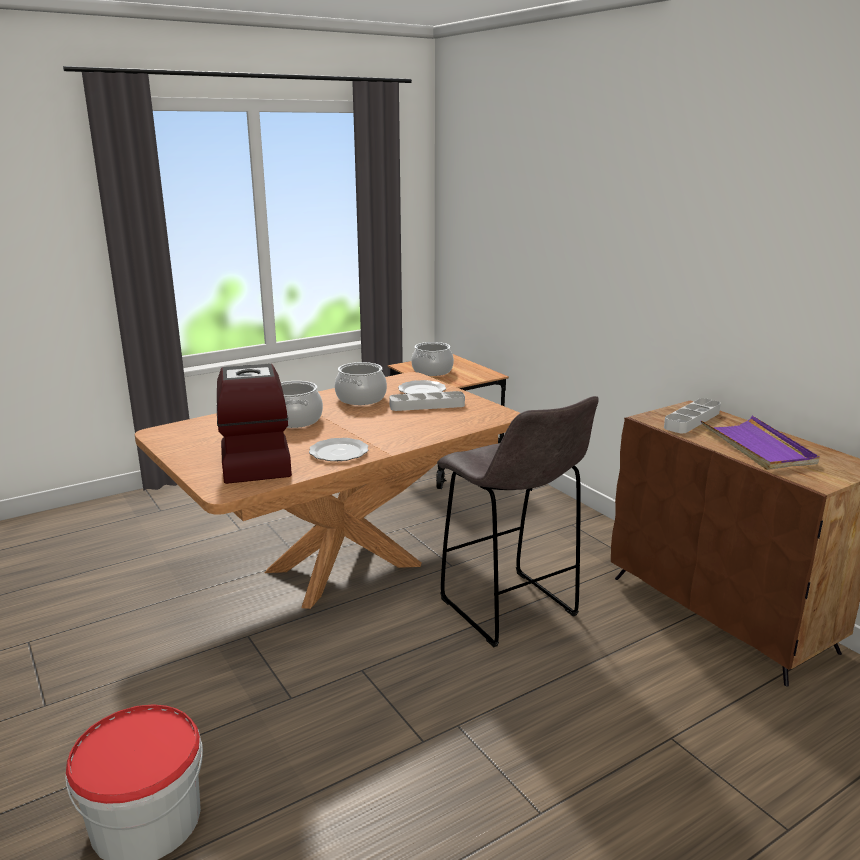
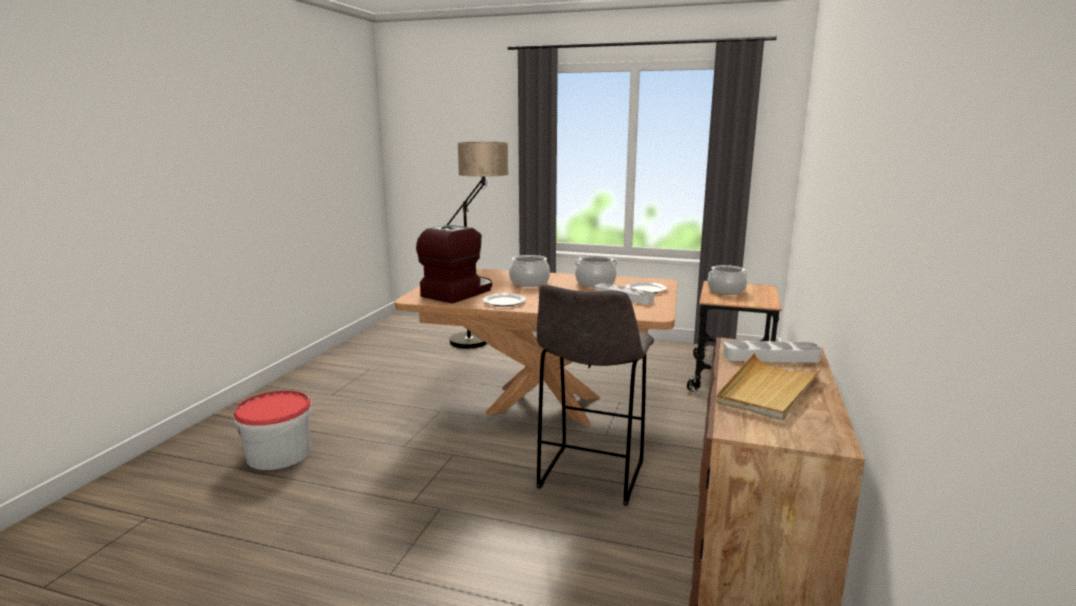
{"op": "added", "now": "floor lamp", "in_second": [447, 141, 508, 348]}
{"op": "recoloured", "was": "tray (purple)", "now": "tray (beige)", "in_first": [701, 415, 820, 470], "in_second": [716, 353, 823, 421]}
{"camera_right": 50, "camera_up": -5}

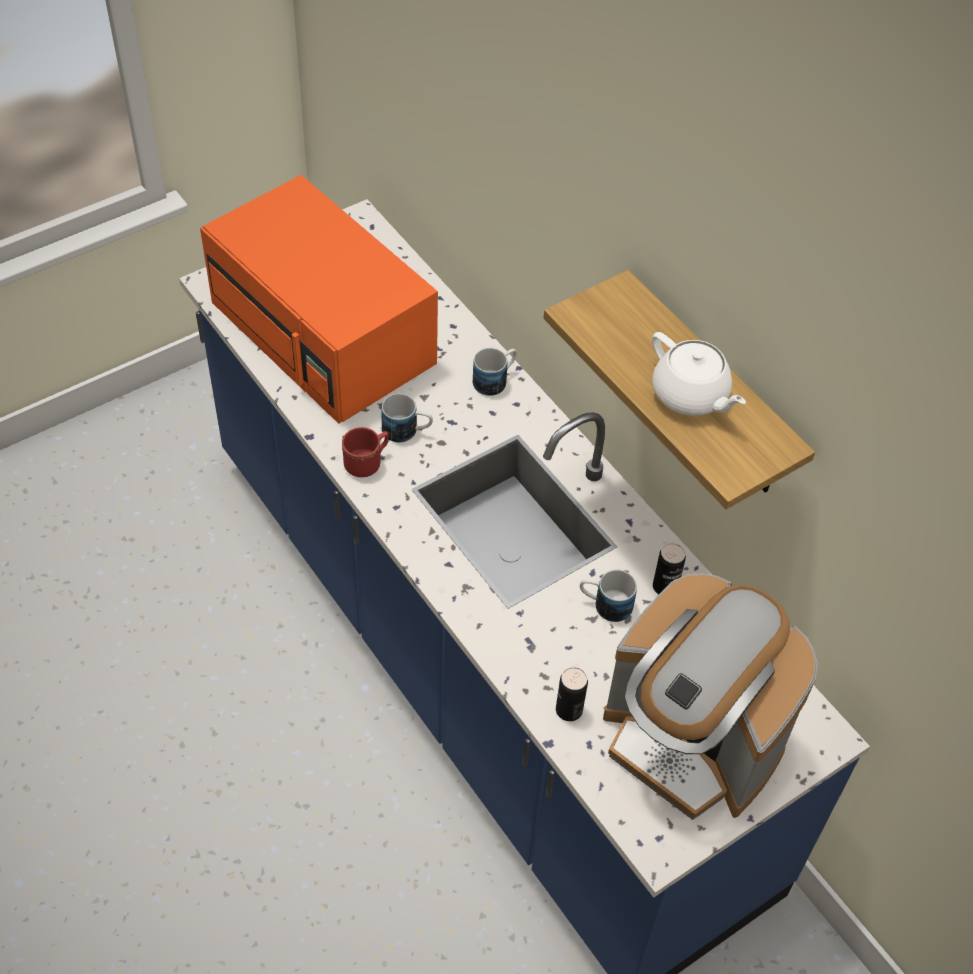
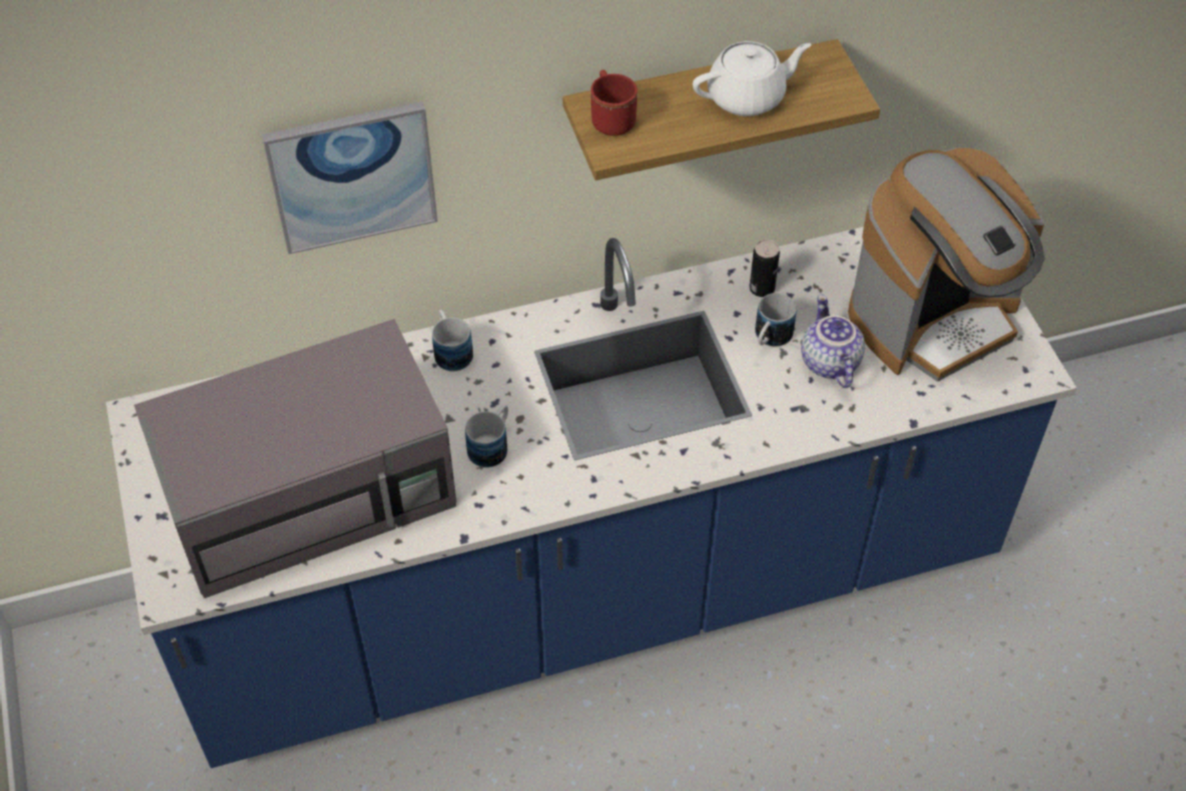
{"op": "recoloured", "was": "microwave (orange)", "now": "microwave (grey)", "in_first": [200, 175, 438, 424], "in_second": [134, 319, 456, 598]}
{"op": "added", "now": "picture", "in_second": [262, 101, 438, 254]}
{"op": "moved", "was": "mug (red)", "in_first": [342, 427, 389, 477], "in_second": [591, 70, 637, 136]}
{"op": "added", "now": "teapot", "in_second": [801, 295, 865, 388]}
{"op": "removed", "was": "can", "in_first": [556, 667, 588, 721]}
{"camera_right": -70, "camera_up": 0}

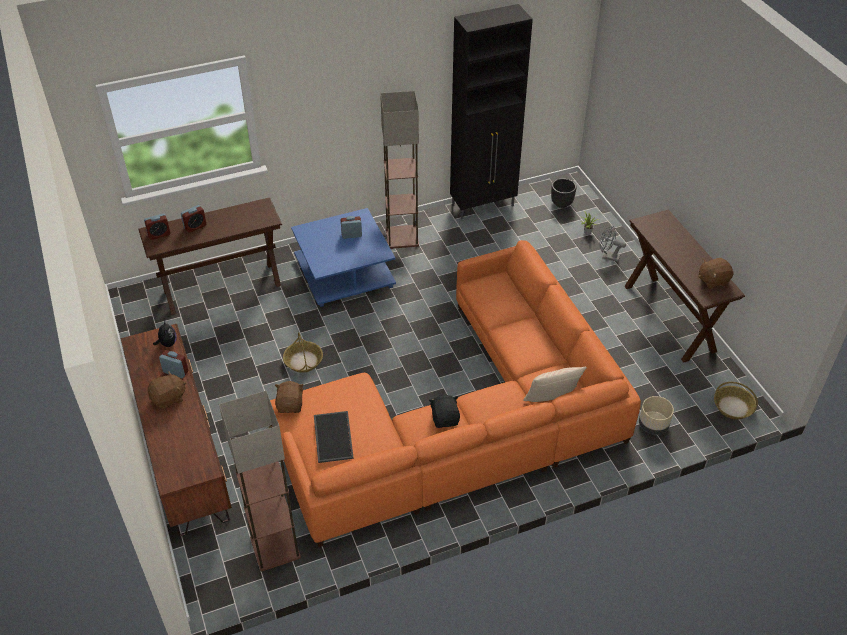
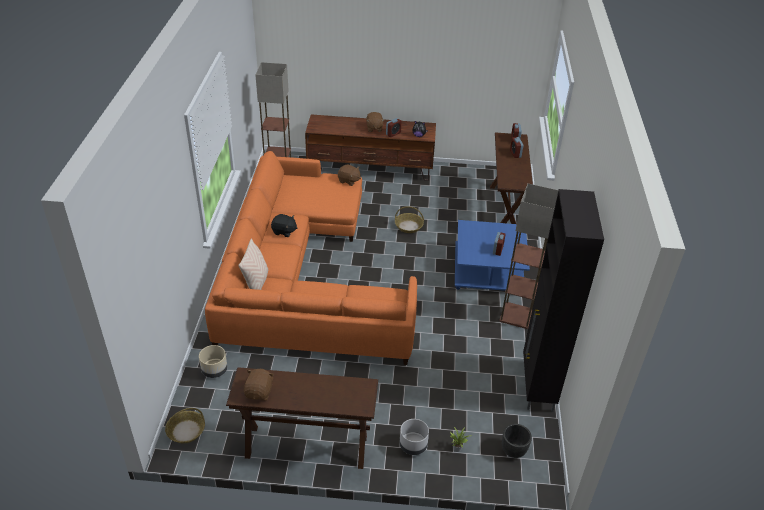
{"op": "replaced", "was": "fan (grey)", "now": "planter (grey)", "in_first": [600, 226, 626, 262], "in_second": [400, 419, 429, 455]}
{"op": "removed", "was": "tray", "in_first": [314, 411, 354, 463]}
{"camera_right": 115, "camera_up": -5}

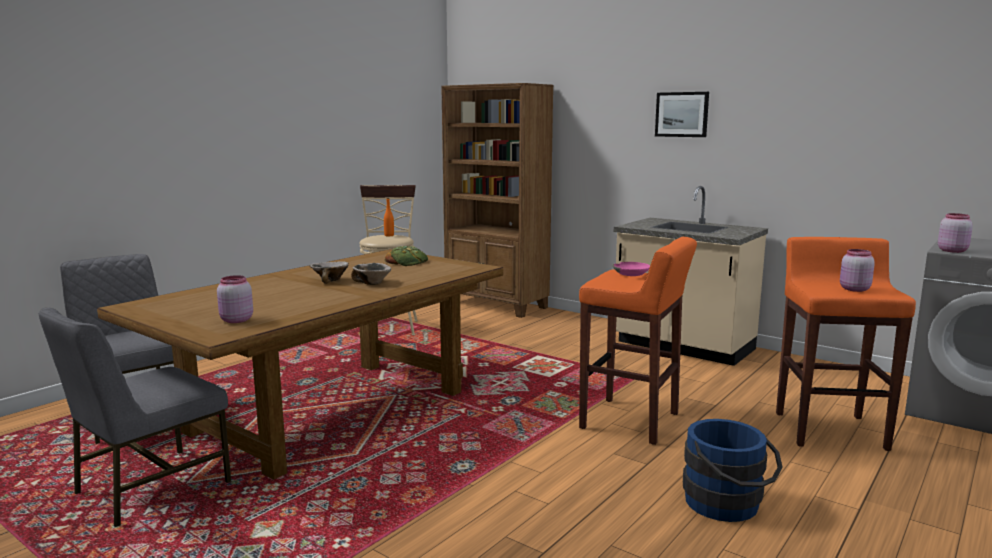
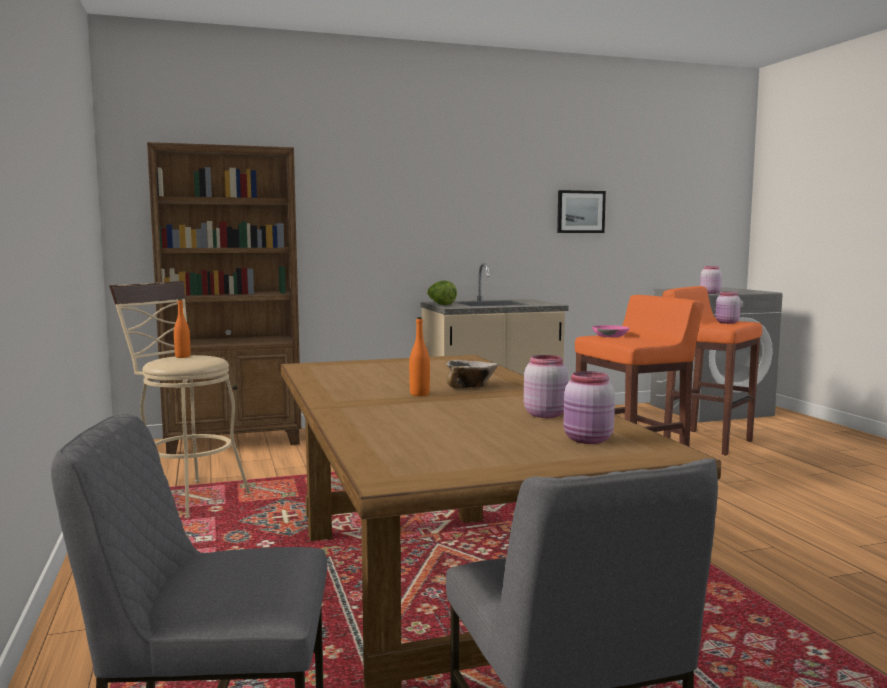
{"op": "replaced", "was": "bowl", "now": "bottle (orange)", "in_first": [309, 261, 349, 284], "in_second": [409, 317, 430, 396]}
{"op": "added", "now": "lettuce", "in_second": [427, 280, 457, 305]}
{"op": "added", "now": "jar (pink)", "in_second": [524, 355, 568, 418]}
{"op": "moved", "was": "picture", "in_first": [655, 92, 709, 137], "in_second": [557, 190, 606, 233]}
{"op": "removed", "was": "bread", "in_first": [385, 246, 428, 266]}
{"op": "removed", "was": "bucket (blue)", "in_first": [683, 419, 783, 522]}
{"camera_right": -55, "camera_up": -5}

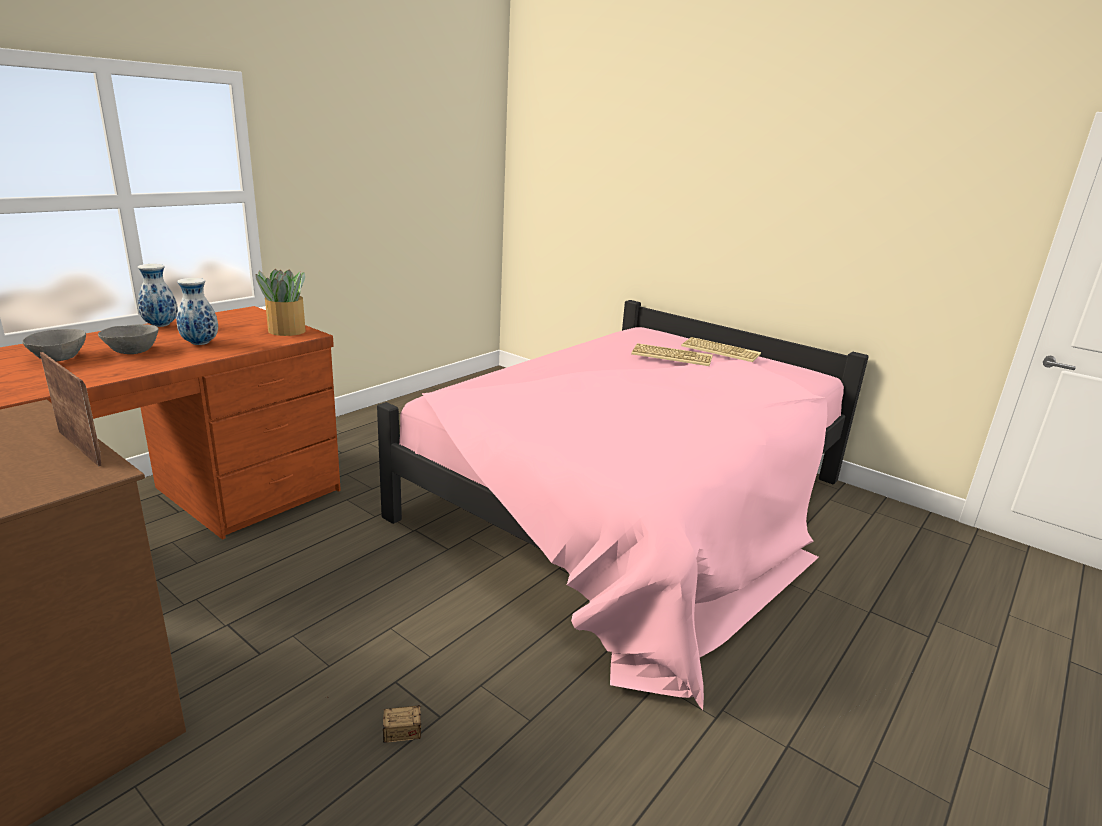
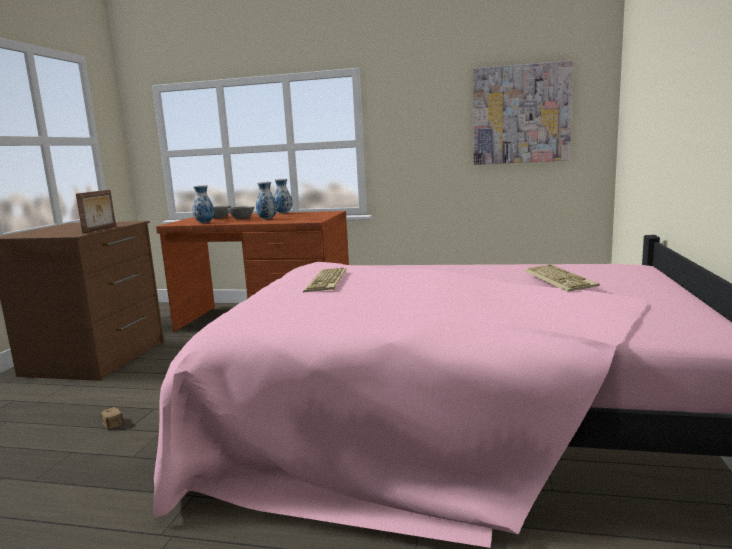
{"op": "added", "now": "vase", "in_second": [192, 185, 214, 223]}
{"op": "moved", "was": "keyboard", "in_first": [681, 337, 761, 362], "in_second": [303, 267, 346, 292]}
{"op": "added", "now": "picture", "in_second": [473, 60, 573, 165]}
{"op": "removed", "was": "potted plant", "in_first": [255, 269, 306, 336]}
{"camera_right": 65, "camera_up": -10}

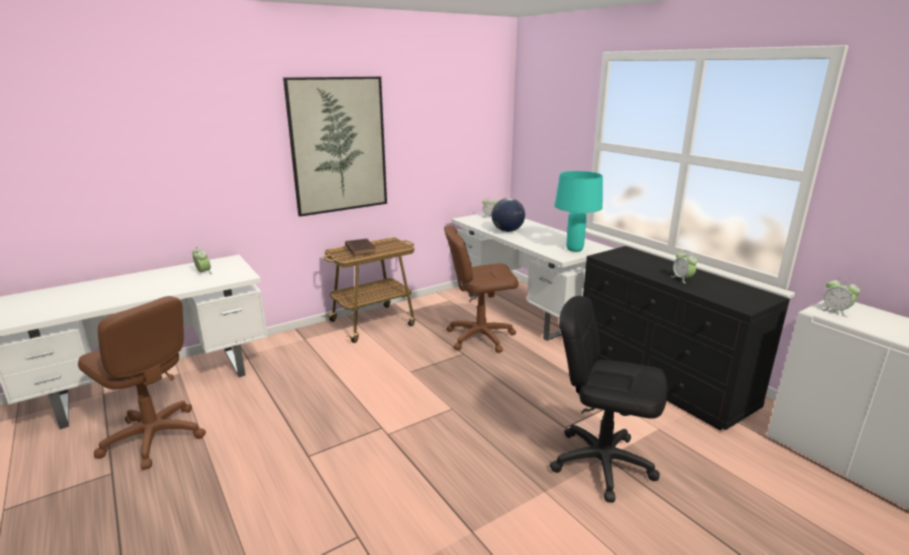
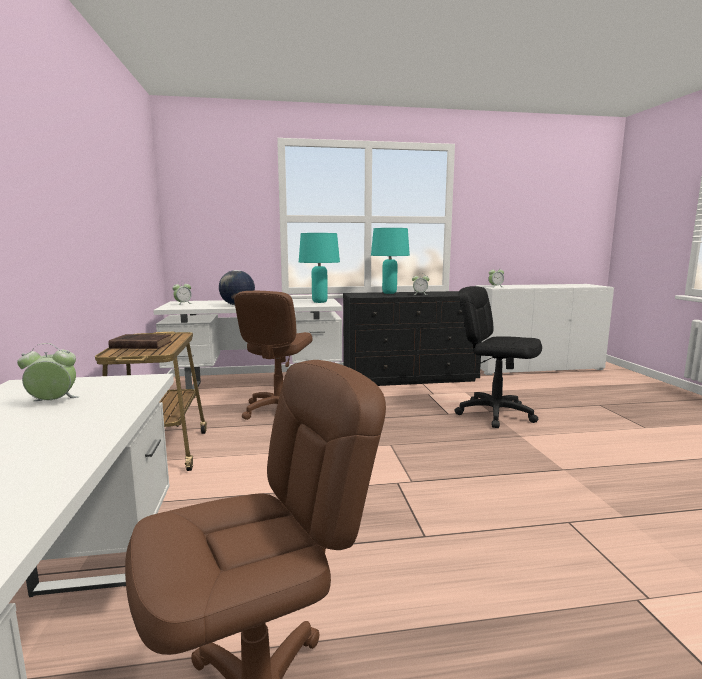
{"op": "added", "now": "table lamp (turquoise)", "in_second": [371, 228, 410, 294]}
{"op": "turned", "was": "office chair (black)", "in_first": [550, 296, 668, 503], "in_second": [454, 286, 542, 428], "clockwise": 75}
{"op": "removed", "was": "picture", "in_first": [283, 77, 387, 217]}
{"camera_right": -65, "camera_up": -10}

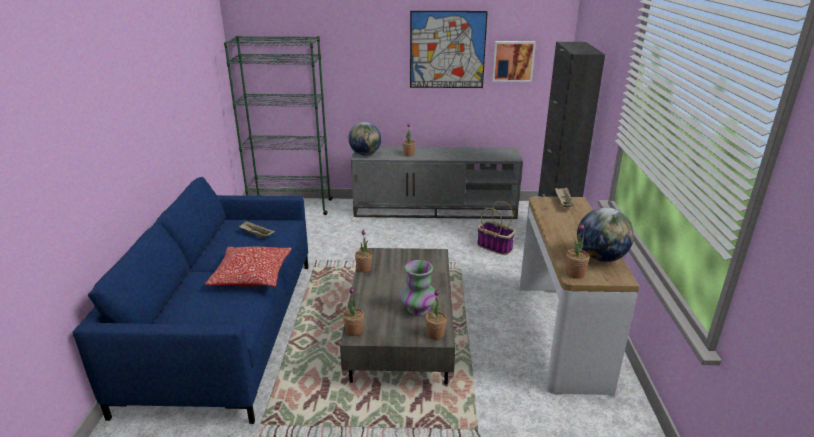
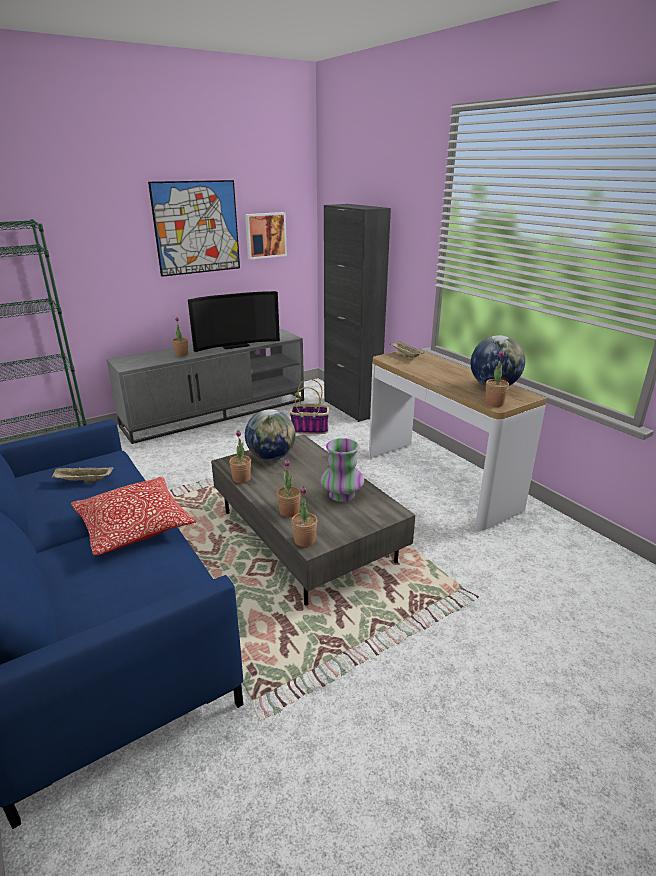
{"op": "added", "now": "television", "in_second": [188, 291, 280, 352]}
{"op": "moved", "was": "globe", "in_first": [348, 122, 381, 155], "in_second": [245, 409, 296, 461]}
{"op": "moved", "was": "potted plant", "in_first": [425, 290, 447, 340], "in_second": [277, 459, 301, 517]}
{"camera_right": -35, "camera_up": 0}

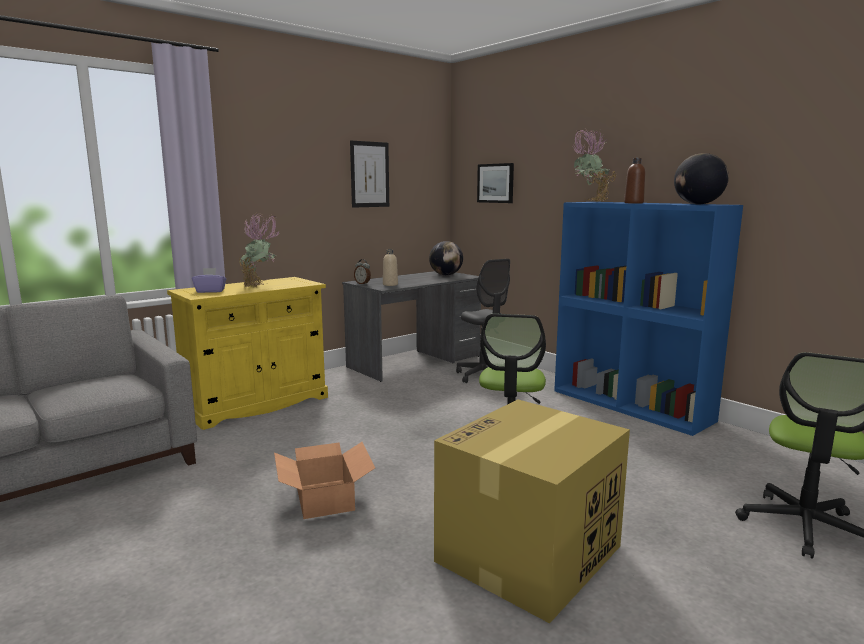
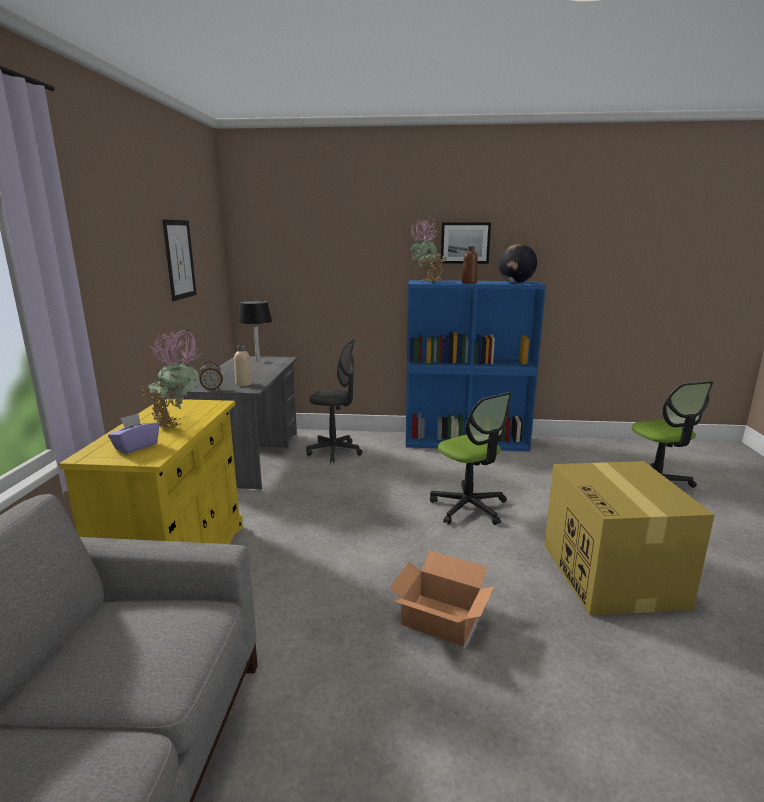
{"op": "replaced", "was": "globe", "now": "table lamp (black)", "in_first": [429, 241, 463, 275], "in_second": [238, 300, 272, 362]}
{"op": "moved", "was": "picture", "in_first": [477, 163, 514, 203], "in_second": [441, 222, 491, 264]}
{"camera_right": -45, "camera_up": 5}

